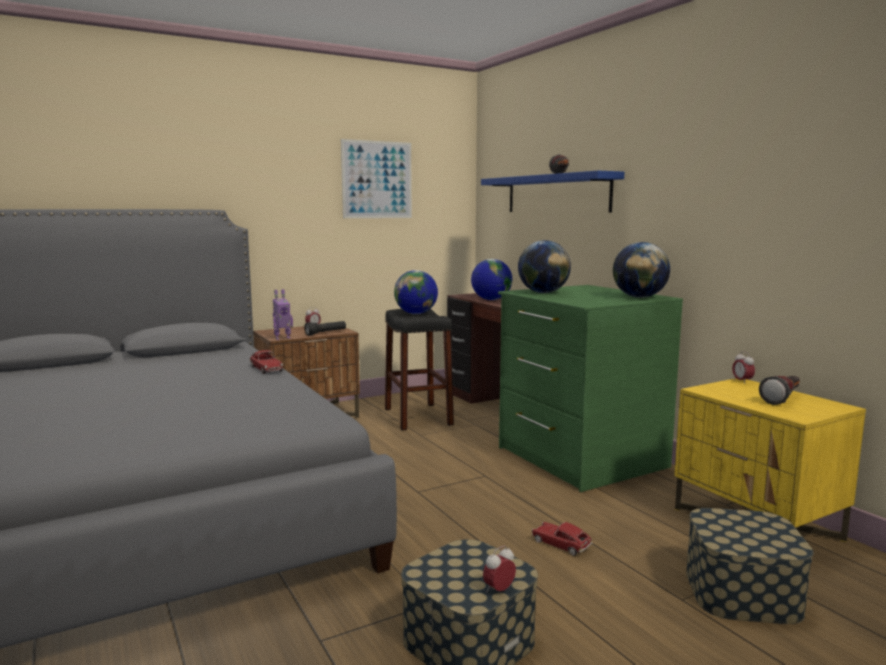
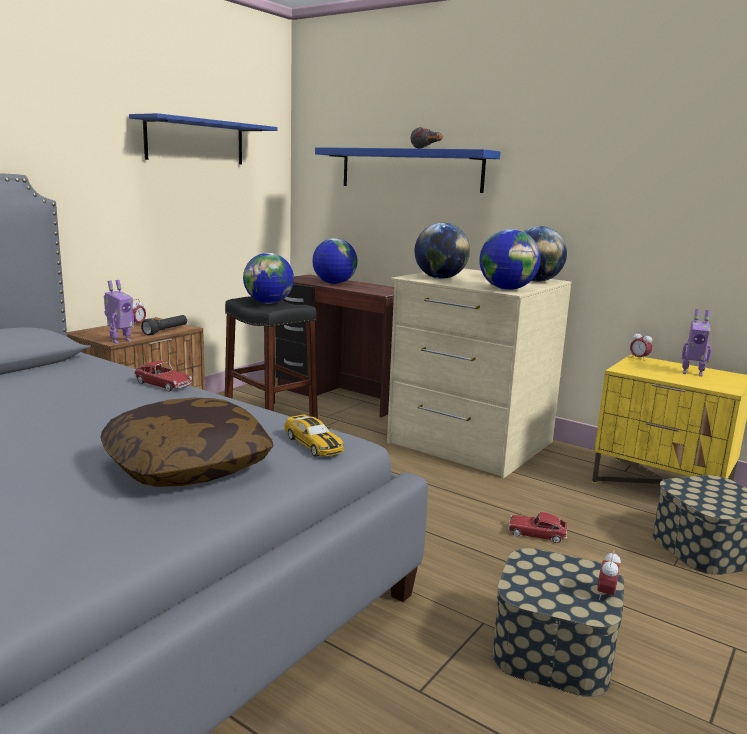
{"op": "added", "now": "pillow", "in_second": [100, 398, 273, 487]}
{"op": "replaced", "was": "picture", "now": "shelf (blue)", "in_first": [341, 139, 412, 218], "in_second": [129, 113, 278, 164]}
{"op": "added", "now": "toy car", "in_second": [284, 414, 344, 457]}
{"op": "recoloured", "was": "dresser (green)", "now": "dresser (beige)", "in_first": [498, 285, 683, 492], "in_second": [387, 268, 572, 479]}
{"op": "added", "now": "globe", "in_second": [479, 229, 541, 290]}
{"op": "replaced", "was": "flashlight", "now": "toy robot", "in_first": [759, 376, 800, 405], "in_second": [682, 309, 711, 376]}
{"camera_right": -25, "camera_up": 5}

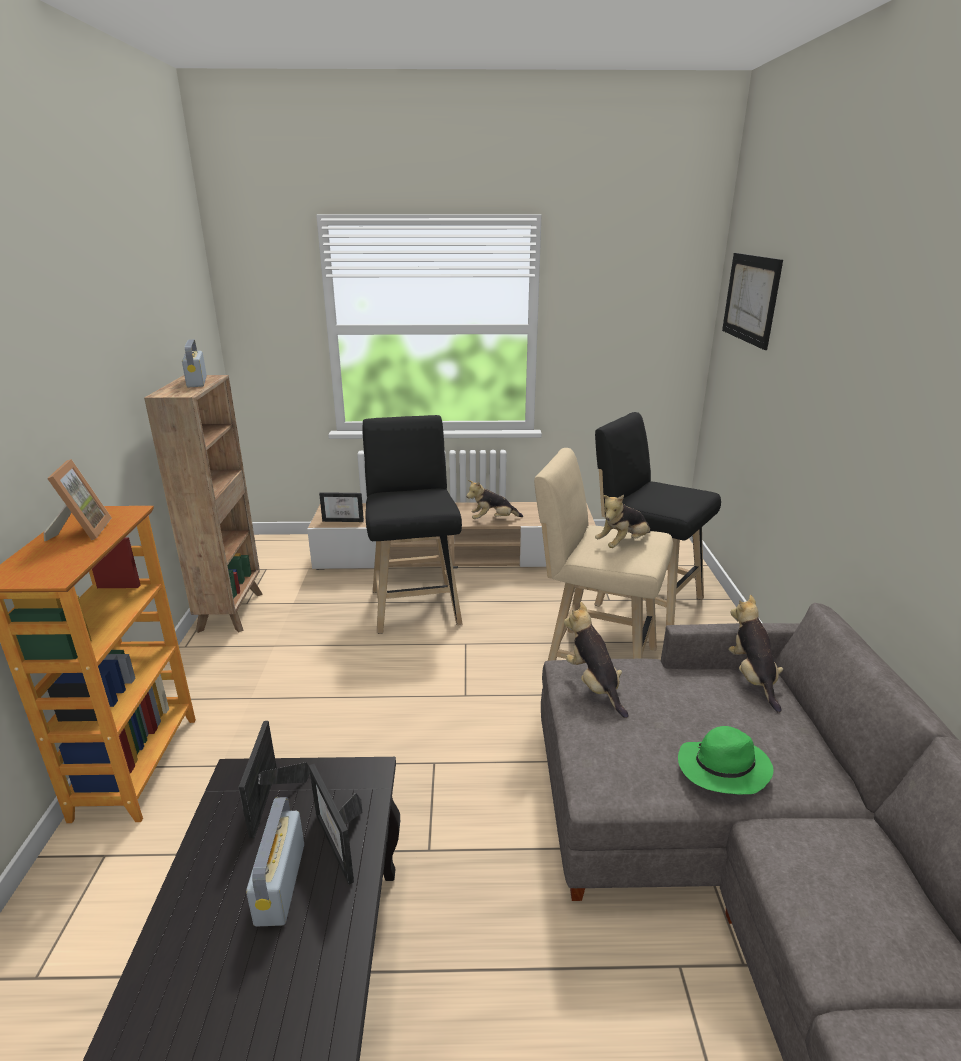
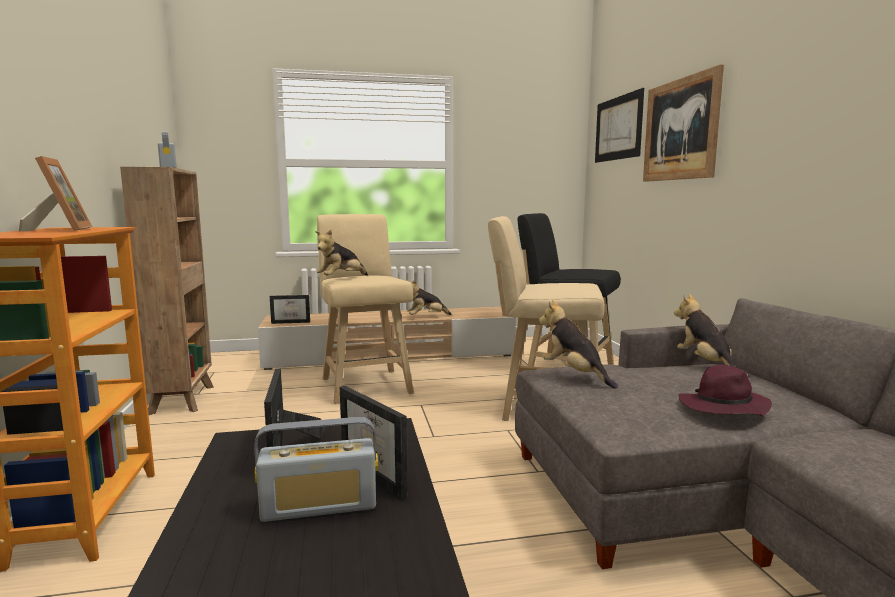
{"op": "turned", "was": "radio", "in_first": [246, 797, 304, 926], "in_second": [254, 417, 378, 522], "clockwise": -90}
{"op": "moved", "was": "plush toy", "in_first": [595, 495, 651, 548], "in_second": [315, 230, 368, 276]}
{"op": "recoloured", "was": "stool (black)", "now": "stool (beige)", "in_first": [363, 415, 462, 634], "in_second": [317, 214, 414, 404]}
{"op": "added", "now": "picture", "in_second": [643, 65, 724, 182]}
{"op": "recoloured", "was": "hat (green)", "now": "hat (purple)", "in_first": [678, 726, 774, 795], "in_second": [679, 365, 772, 416]}
{"camera_right": -10, "camera_up": -15}

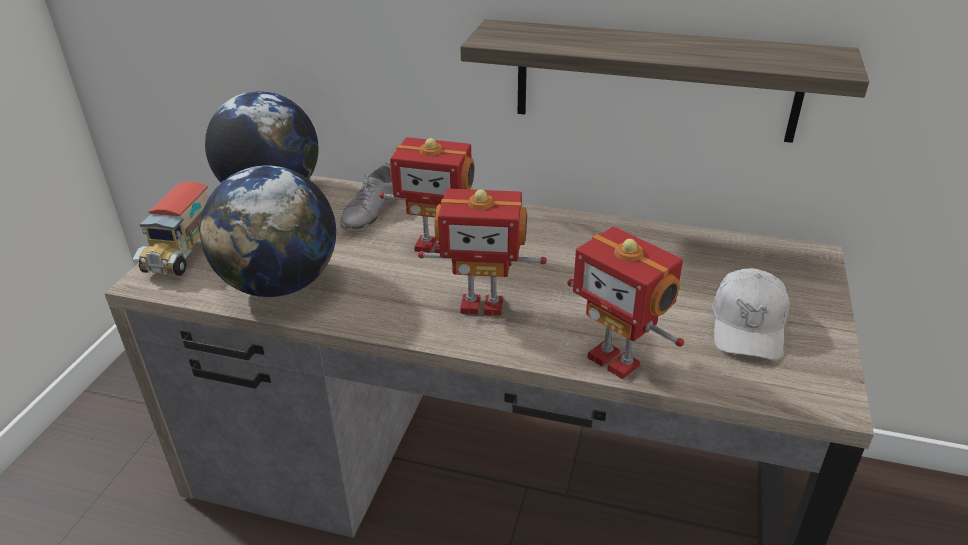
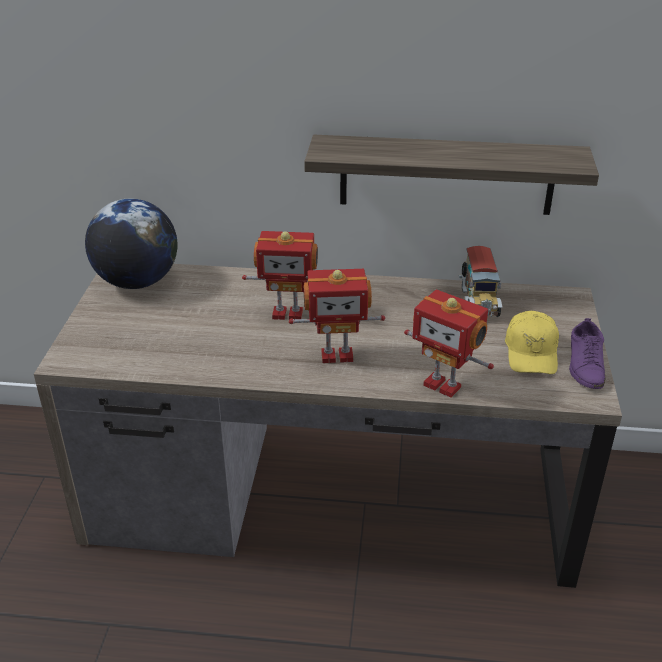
{"op": "moved", "was": "toy truck", "in_first": [133, 181, 208, 276], "in_second": [459, 246, 503, 317]}
{"op": "recoloured", "was": "cap (white)", "now": "cap (yellow)", "in_first": [712, 268, 790, 360], "in_second": [505, 311, 559, 374]}
{"op": "added", "now": "shoe (purple)", "in_second": [569, 318, 606, 389]}
{"op": "removed", "was": "globe", "in_first": [200, 166, 336, 297]}
{"op": "removed", "was": "shoe (grey)", "in_first": [340, 162, 394, 231]}
{"camera_right": -10, "camera_up": 0}

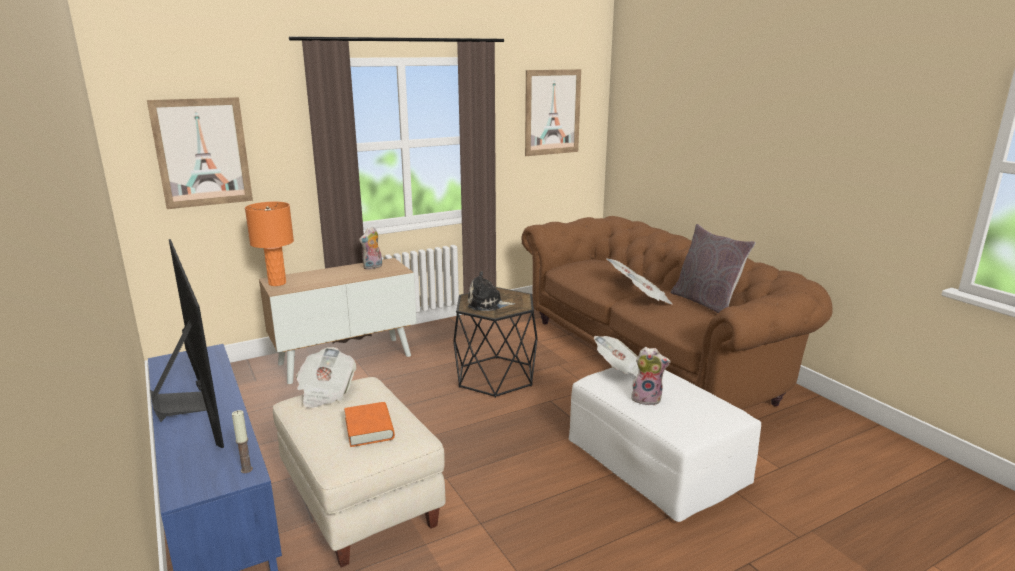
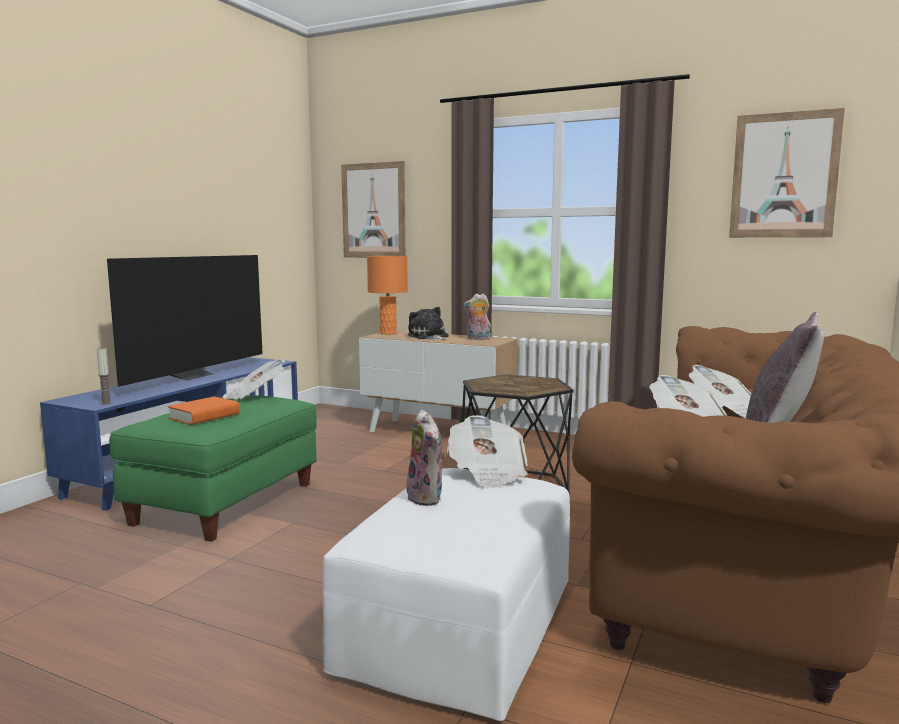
{"op": "recoloured", "was": "ottoman (beige)", "now": "ottoman (green)", "in_first": [273, 377, 445, 567], "in_second": [109, 395, 317, 542]}
{"op": "moved", "was": "plush toy", "in_first": [468, 271, 515, 311], "in_second": [408, 307, 449, 340]}
{"camera_right": 55, "camera_up": -10}

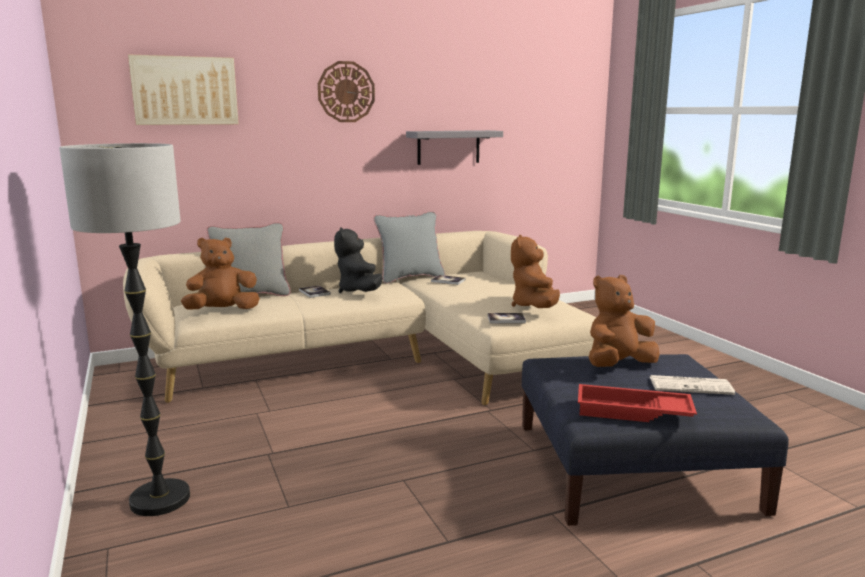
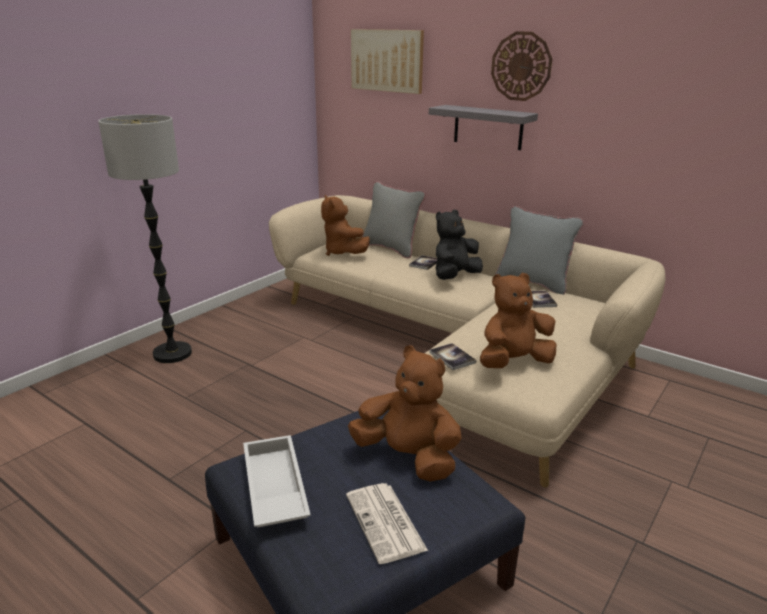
{"op": "recoloured", "was": "tray (red)", "now": "tray (white)", "in_first": [578, 384, 697, 422], "in_second": [243, 435, 311, 528]}
{"op": "turned", "was": "plush toy (brown)", "in_first": [181, 238, 260, 310], "in_second": [321, 195, 370, 256], "clockwise": -150}
{"op": "moved", "was": "shelf (grey)", "in_first": [406, 130, 503, 165], "in_second": [429, 105, 538, 150]}
{"camera_right": 60, "camera_up": 10}

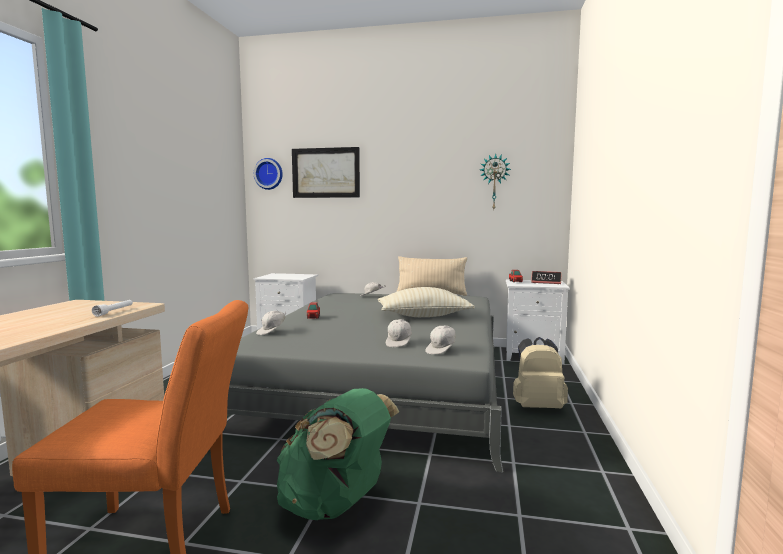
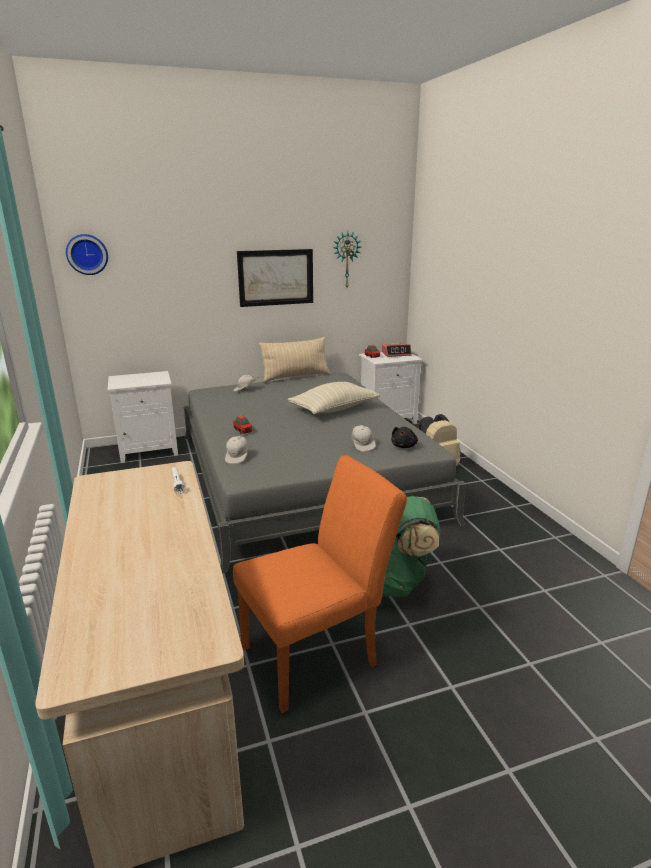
{"op": "moved", "was": "picture", "in_first": [292, 147, 360, 198], "in_second": [237, 249, 313, 307]}
{"op": "replaced", "was": "cap (white)", "now": "plush toy (black)", "in_first": [425, 326, 456, 354], "in_second": [391, 427, 418, 448]}
{"camera_right": -30, "camera_up": 15}

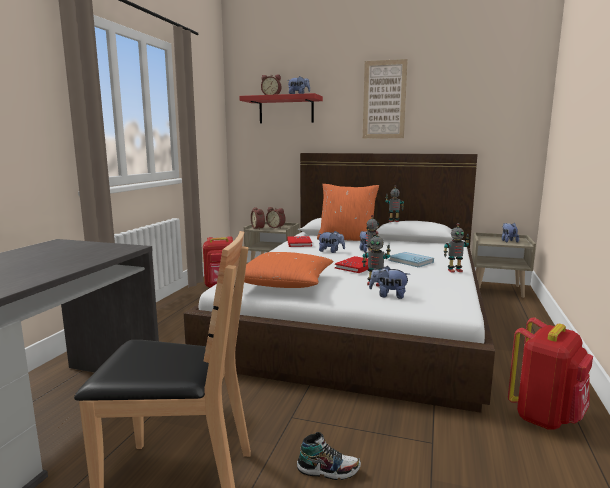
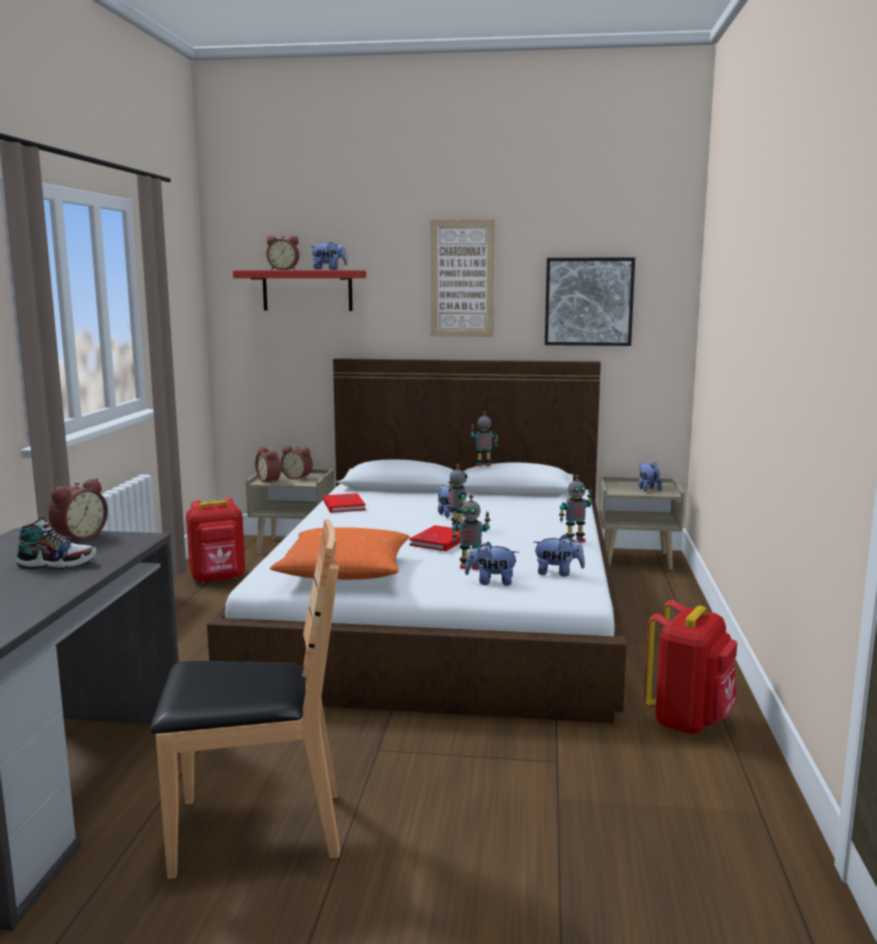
{"op": "moved", "was": "shoe", "in_first": [297, 432, 361, 480], "in_second": [16, 517, 96, 569]}
{"op": "added", "now": "alarm clock", "in_second": [49, 478, 108, 540]}
{"op": "moved", "was": "plush toy", "in_first": [319, 231, 345, 253], "in_second": [533, 535, 585, 576]}
{"op": "added", "now": "picture", "in_second": [545, 258, 635, 346]}
{"op": "removed", "was": "pillow (orange)", "in_first": [317, 184, 379, 241]}
{"op": "removed", "was": "book (blue)", "in_first": [389, 252, 434, 267]}
{"camera_right": -10, "camera_up": 0}

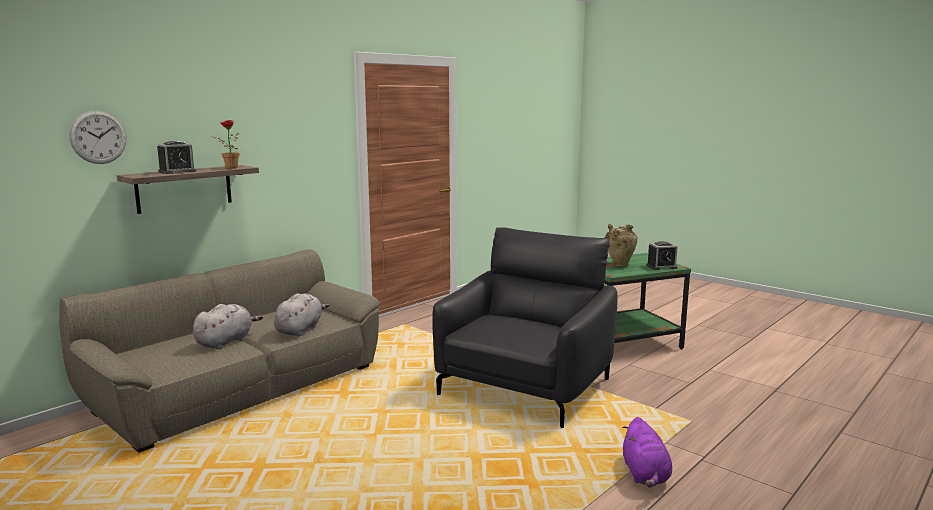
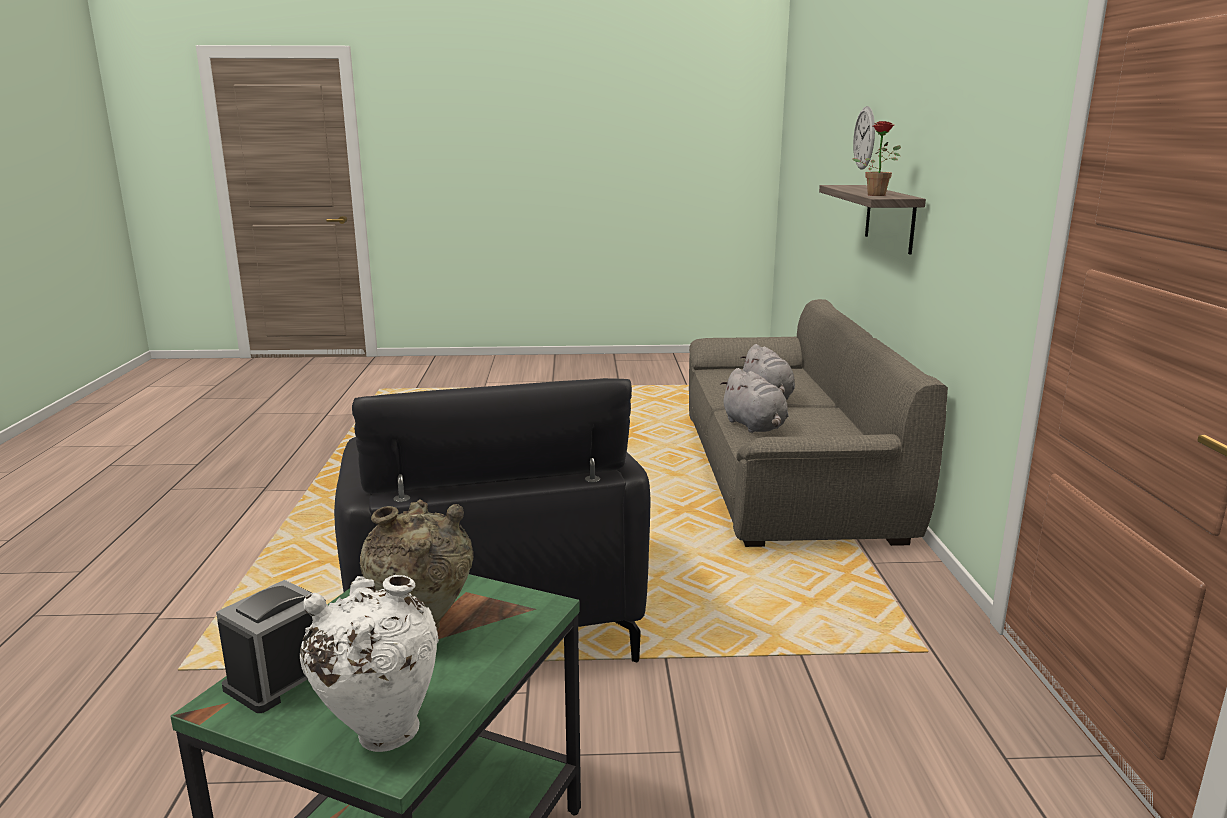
{"op": "added", "now": "vase (white)", "in_second": [300, 575, 439, 752]}
{"op": "removed", "was": "alarm clock", "in_first": [157, 141, 196, 174]}
{"op": "removed", "was": "plush toy (purple)", "in_first": [622, 417, 672, 487]}
{"camera_right": 135, "camera_up": 5}

